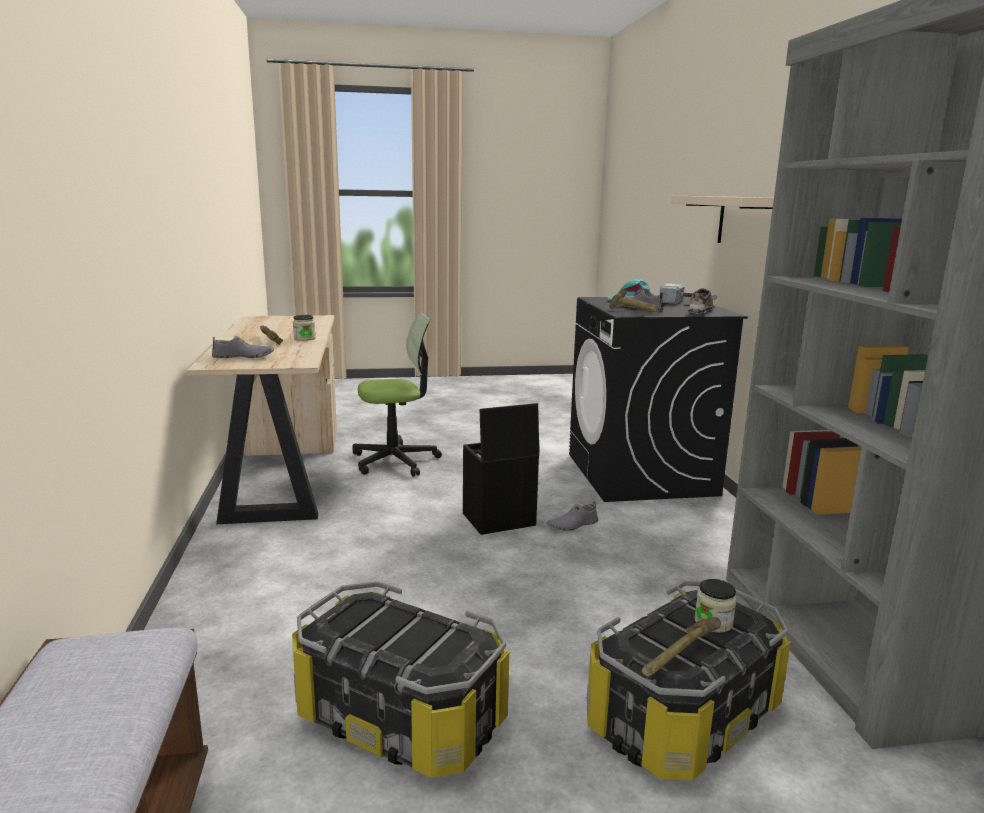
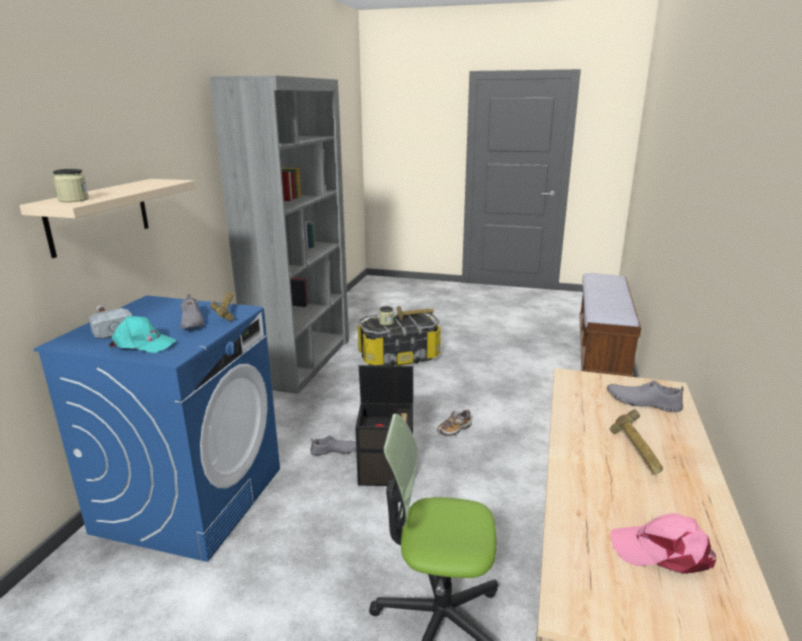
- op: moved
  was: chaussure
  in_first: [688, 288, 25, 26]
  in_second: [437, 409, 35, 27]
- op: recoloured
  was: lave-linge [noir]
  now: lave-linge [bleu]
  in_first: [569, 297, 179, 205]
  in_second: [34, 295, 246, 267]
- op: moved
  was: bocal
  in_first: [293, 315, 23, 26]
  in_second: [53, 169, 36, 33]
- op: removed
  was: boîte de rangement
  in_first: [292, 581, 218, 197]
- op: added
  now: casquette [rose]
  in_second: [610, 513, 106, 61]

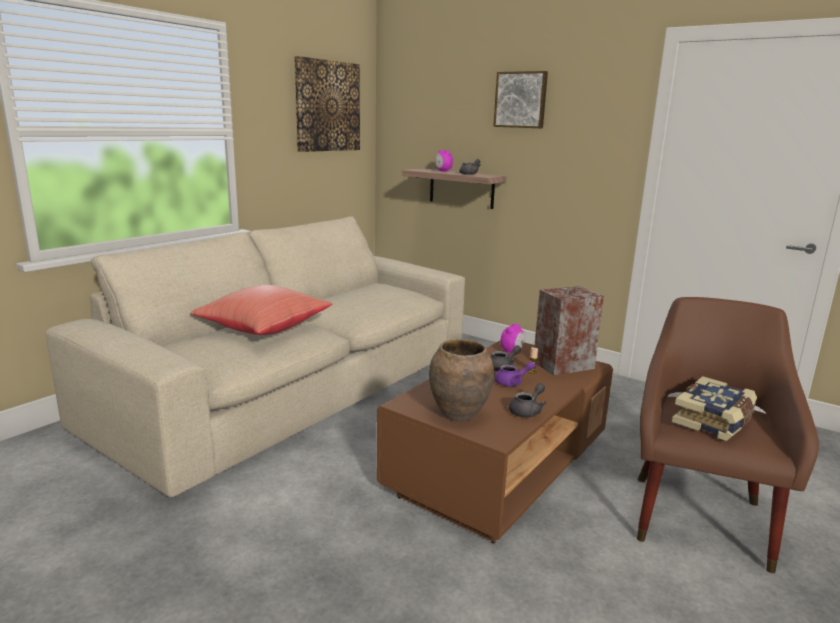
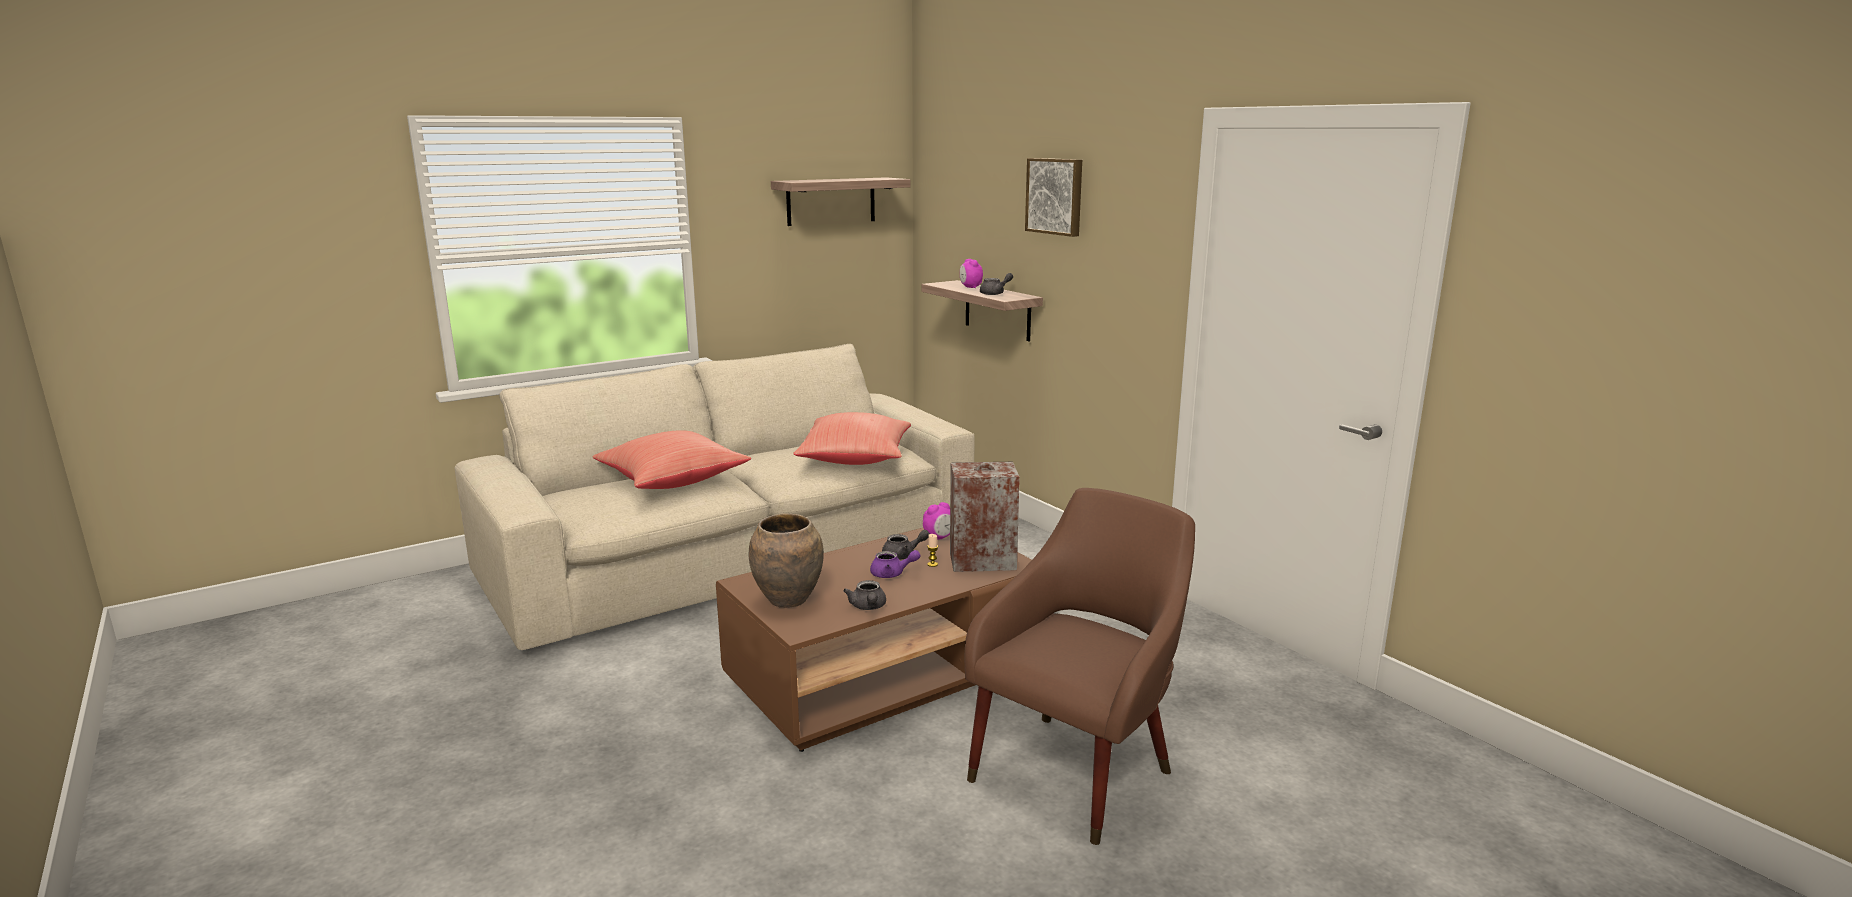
- op: replaced
  was: tableau
  now: étagère
  in_first: [294, 56, 66, 96]
  in_second: [771, 177, 139, 49]
- op: removed
  was: livre
  in_first: [672, 376, 85, 65]
- op: turned
  was: théière [gris]
  in_first: [509, 383, 37, 34]
  in_second: [843, 580, 43, 30]
  clockwise: 105
- op: added
  now: coussin [rouge]
  in_second: [793, 412, 118, 53]

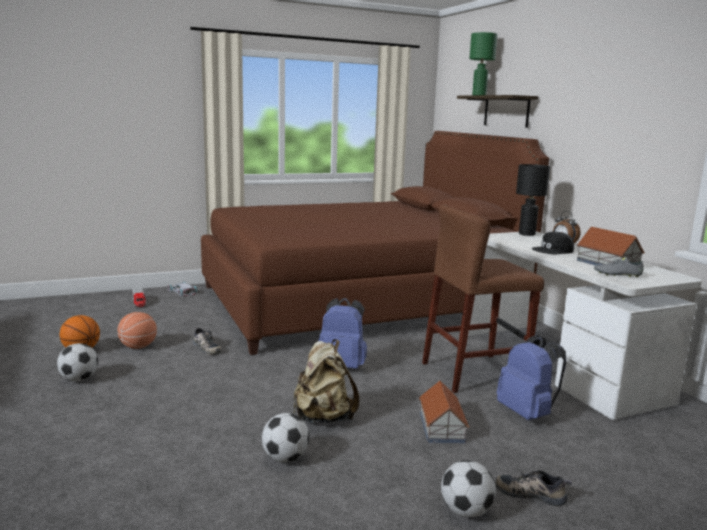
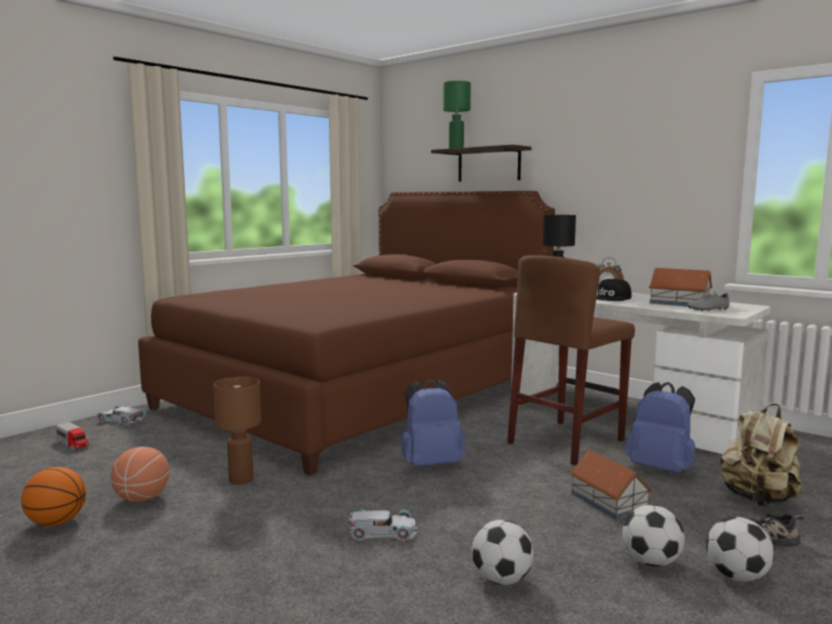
- op: replaced
  was: chaussure
  now: lampe de table [marron]
  in_first: [193, 326, 29, 29]
  in_second: [214, 377, 47, 108]
- op: moved
  was: sac à dos [beige]
  in_first: [294, 339, 65, 84]
  in_second: [720, 404, 82, 102]
- op: moved
  was: ballon de foot
  in_first: [57, 343, 41, 38]
  in_second: [622, 505, 63, 62]
- op: added
  now: petite voiture [blanc]
  in_second: [349, 509, 69, 32]

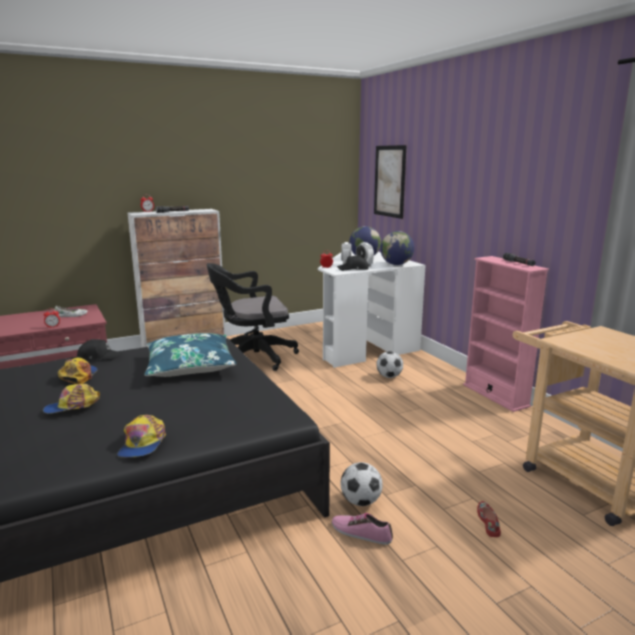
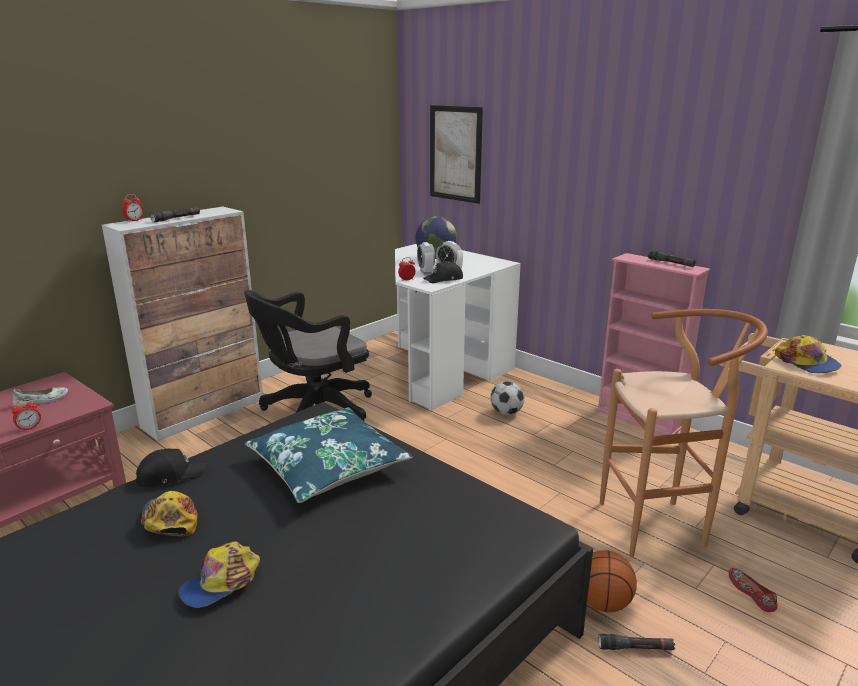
- op: removed
  was: globe
  in_first: [380, 231, 34, 34]
- op: moved
  was: casquette
  in_first: [117, 415, 49, 43]
  in_second: [775, 335, 67, 38]
- op: replaced
  was: ballon de foot
  now: ballon de basket
  in_first: [341, 462, 42, 44]
  in_second: [587, 550, 50, 62]
- op: replaced
  was: chaussure
  now: lampe de poche [noir]
  in_first: [332, 513, 61, 32]
  in_second: [598, 634, 77, 16]
- op: added
  now: tabouret [marron]
  in_second: [600, 309, 168, 248]

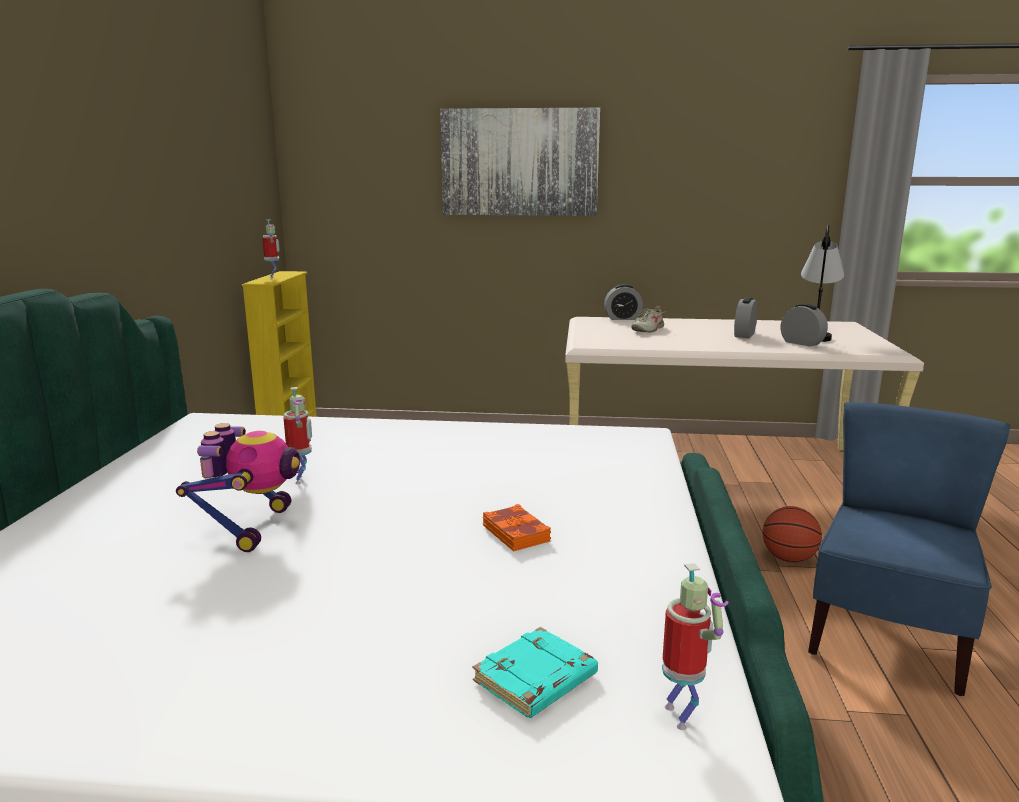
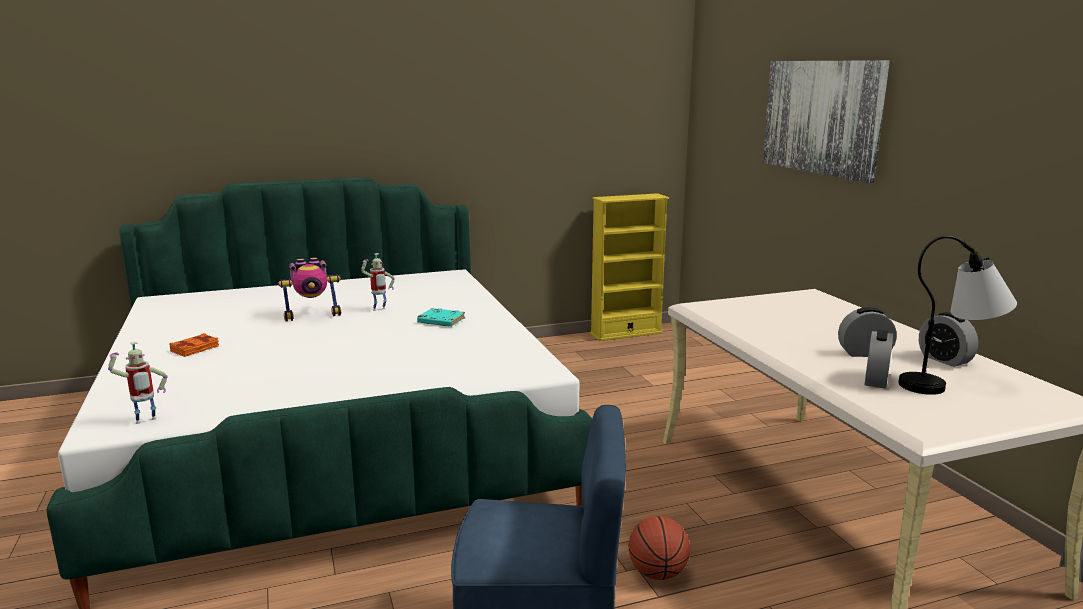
- op: removed
  was: robot jouet
  in_first: [262, 220, 18, 59]
- op: moved
  was: réveil
  in_first: [604, 284, 39, 36]
  in_second: [919, 312, 59, 55]
- op: removed
  was: chaussure [beige]
  in_first: [631, 307, 36, 25]
- op: moved
  was: livre [orange]
  in_first: [483, 504, 68, 47]
  in_second: [169, 333, 50, 24]
- op: moved
  was: livre [turquoise]
  in_first: [472, 627, 126, 91]
  in_second: [417, 308, 48, 19]

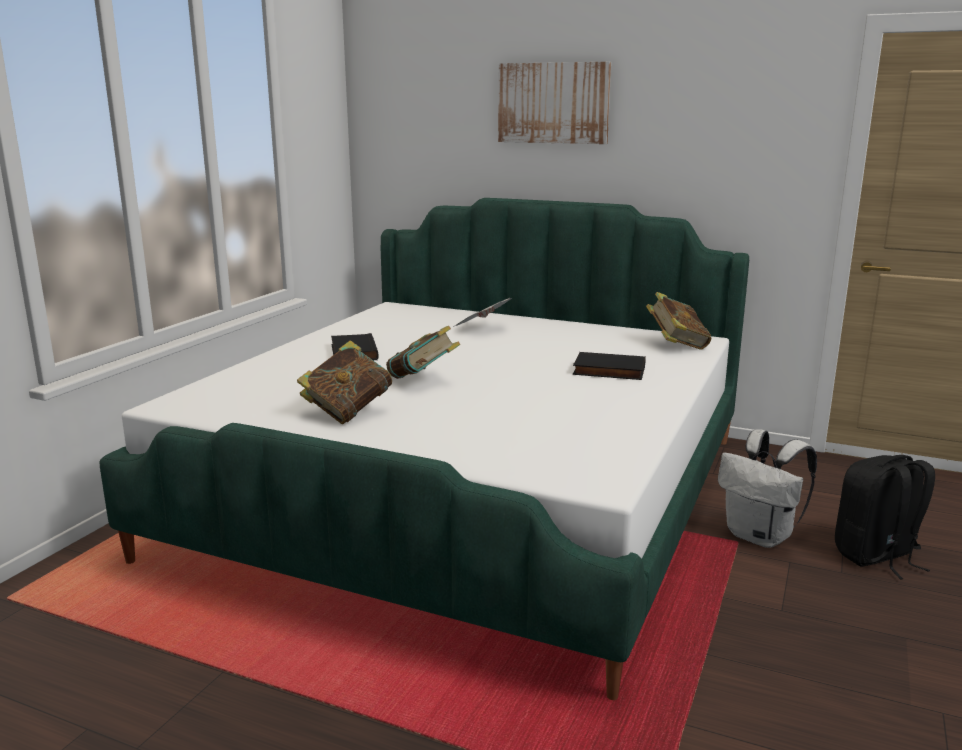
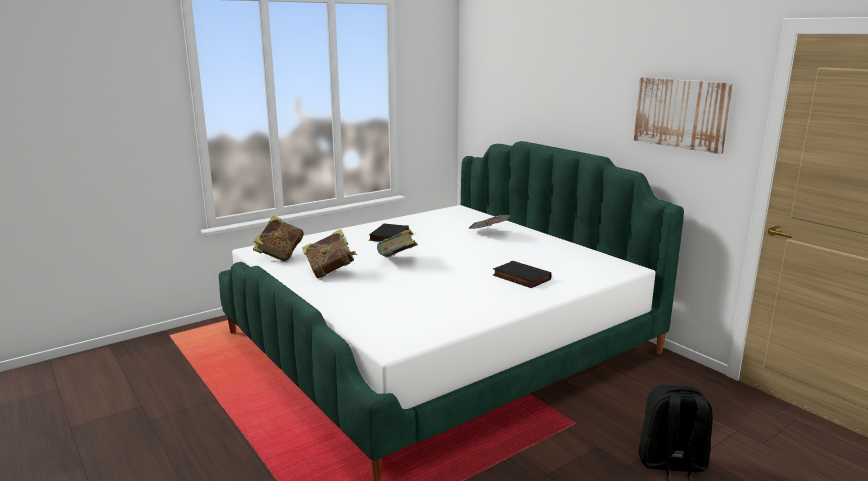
- op: moved
  was: tableau
  in_first: [498, 62, 113, 82]
  in_second: [634, 77, 99, 77]
- op: moved
  was: livre
  in_first: [646, 292, 65, 58]
  in_second: [253, 216, 51, 46]
- op: removed
  was: sac à dos [blanc]
  in_first: [718, 429, 99, 119]

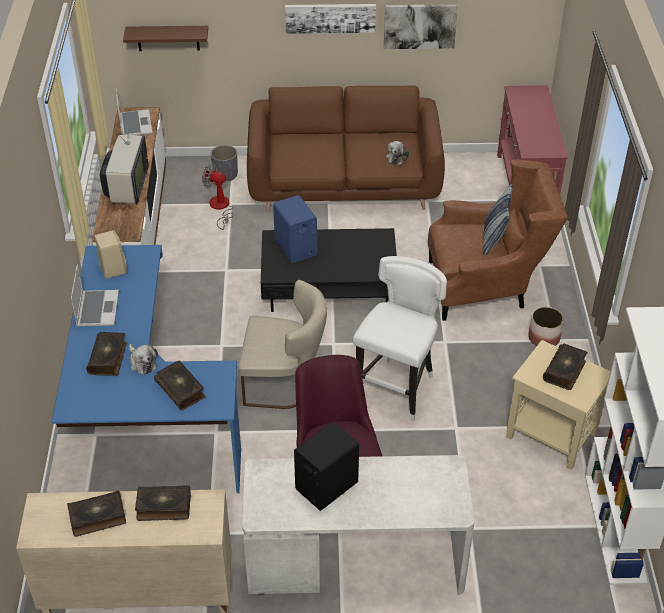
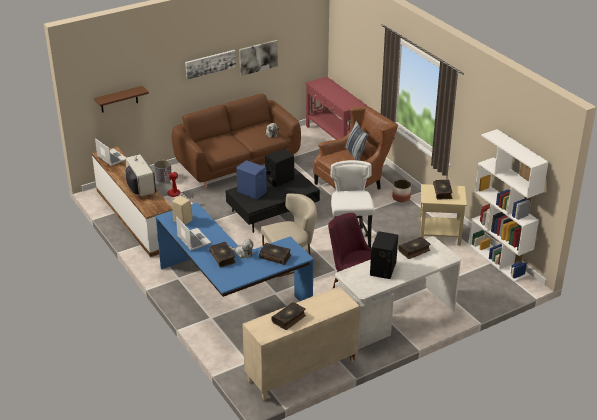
- op: moved
  was: livre
  in_first: [135, 485, 56, 36]
  in_second: [398, 237, 33, 22]
- op: added
  now: enceinte [noir]
  in_second: [265, 148, 29, 39]

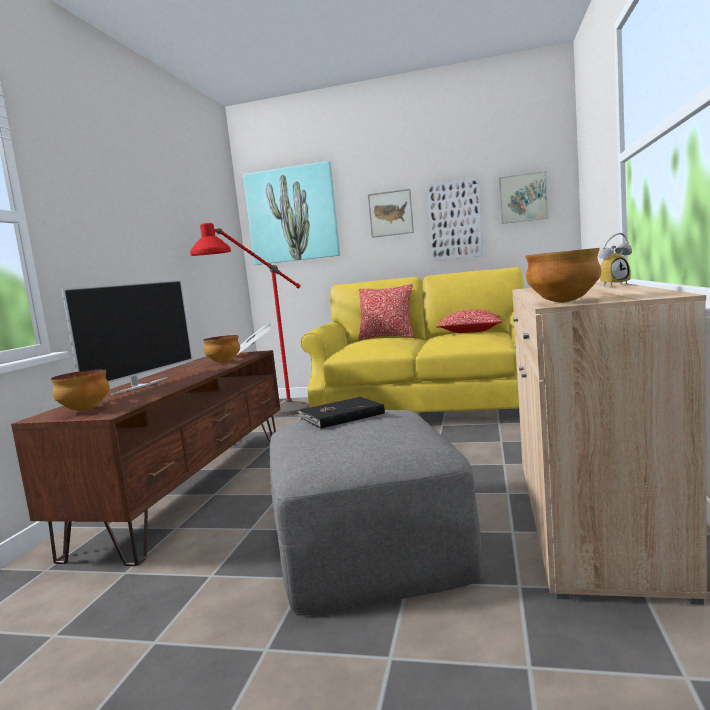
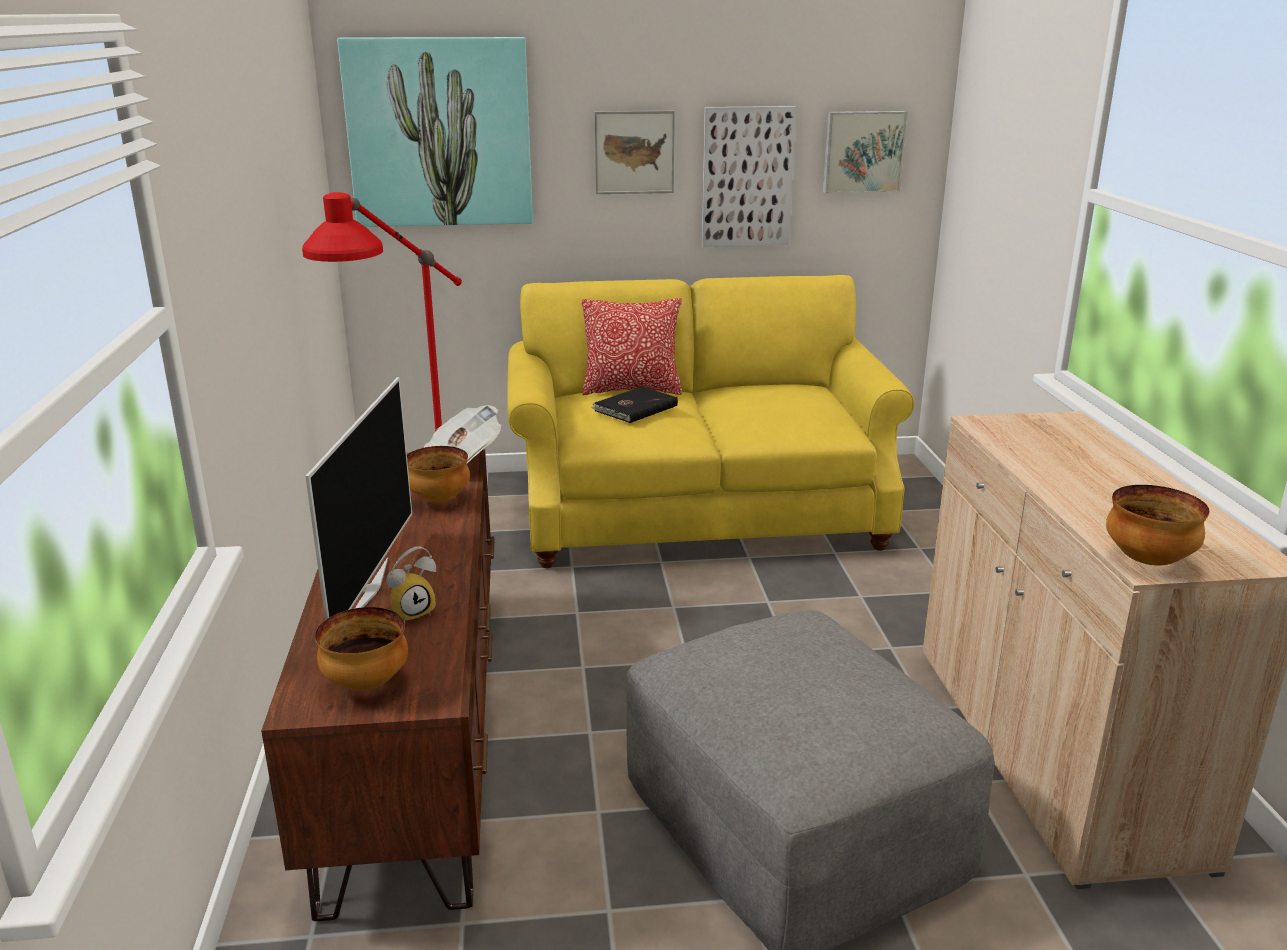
- op: moved
  was: réveil
  in_first: [598, 233, 34, 54]
  in_second: [387, 546, 49, 78]
- op: removed
  was: coussin
  in_first: [436, 309, 66, 24]
- op: moved
  was: livre [noir]
  in_first: [298, 397, 87, 31]
  in_second: [591, 387, 87, 36]

